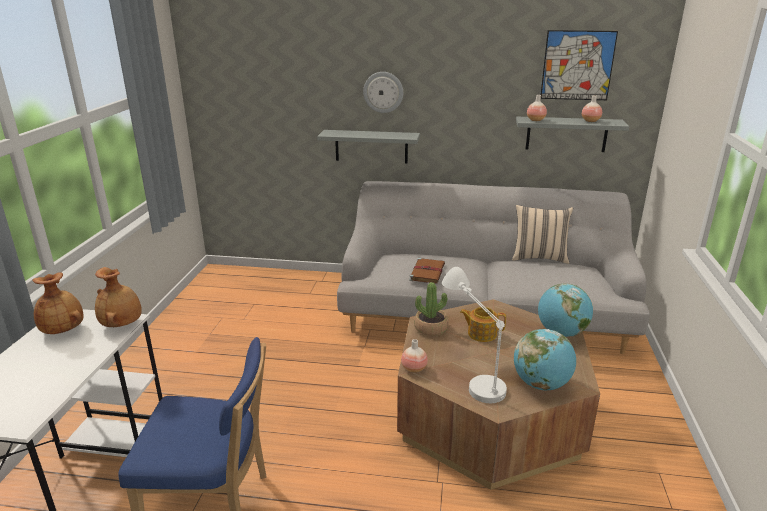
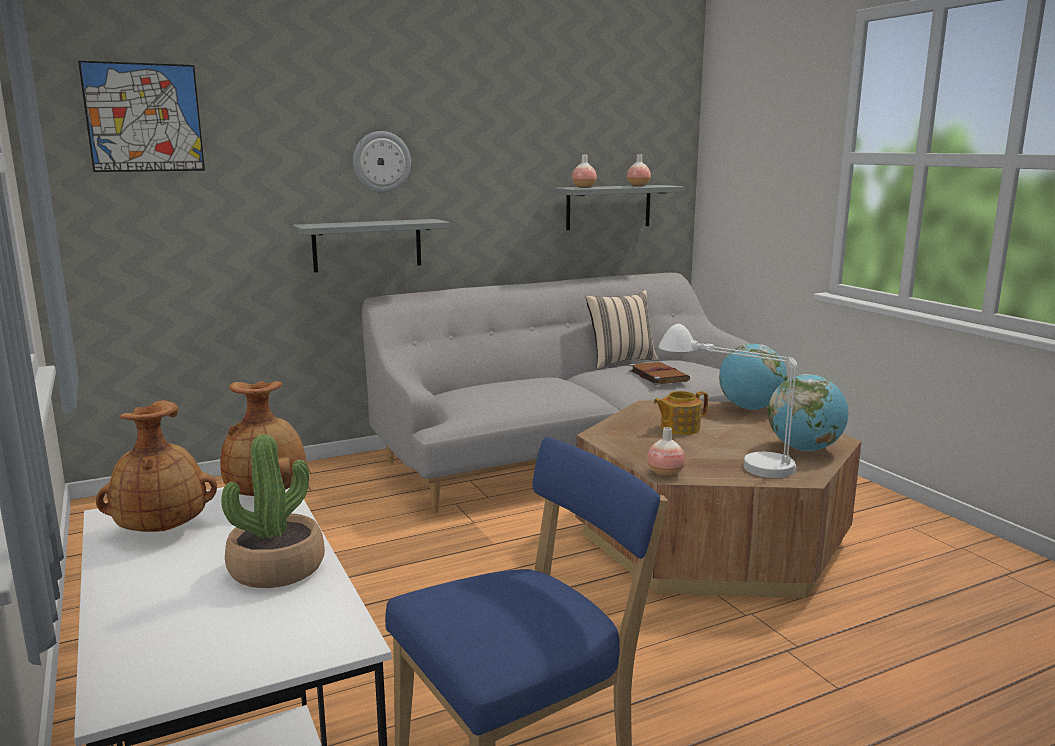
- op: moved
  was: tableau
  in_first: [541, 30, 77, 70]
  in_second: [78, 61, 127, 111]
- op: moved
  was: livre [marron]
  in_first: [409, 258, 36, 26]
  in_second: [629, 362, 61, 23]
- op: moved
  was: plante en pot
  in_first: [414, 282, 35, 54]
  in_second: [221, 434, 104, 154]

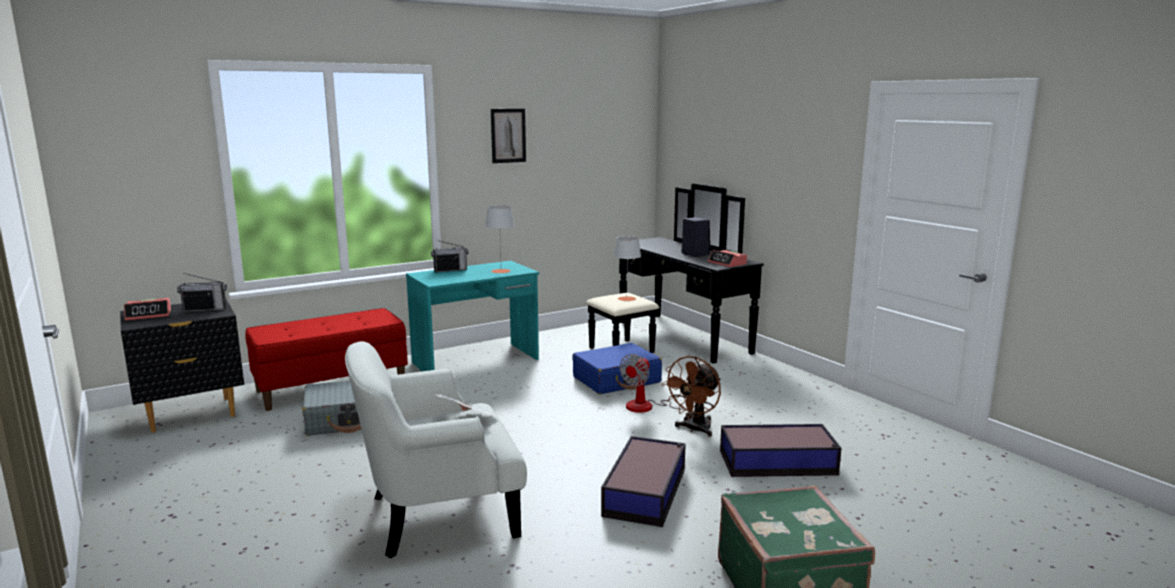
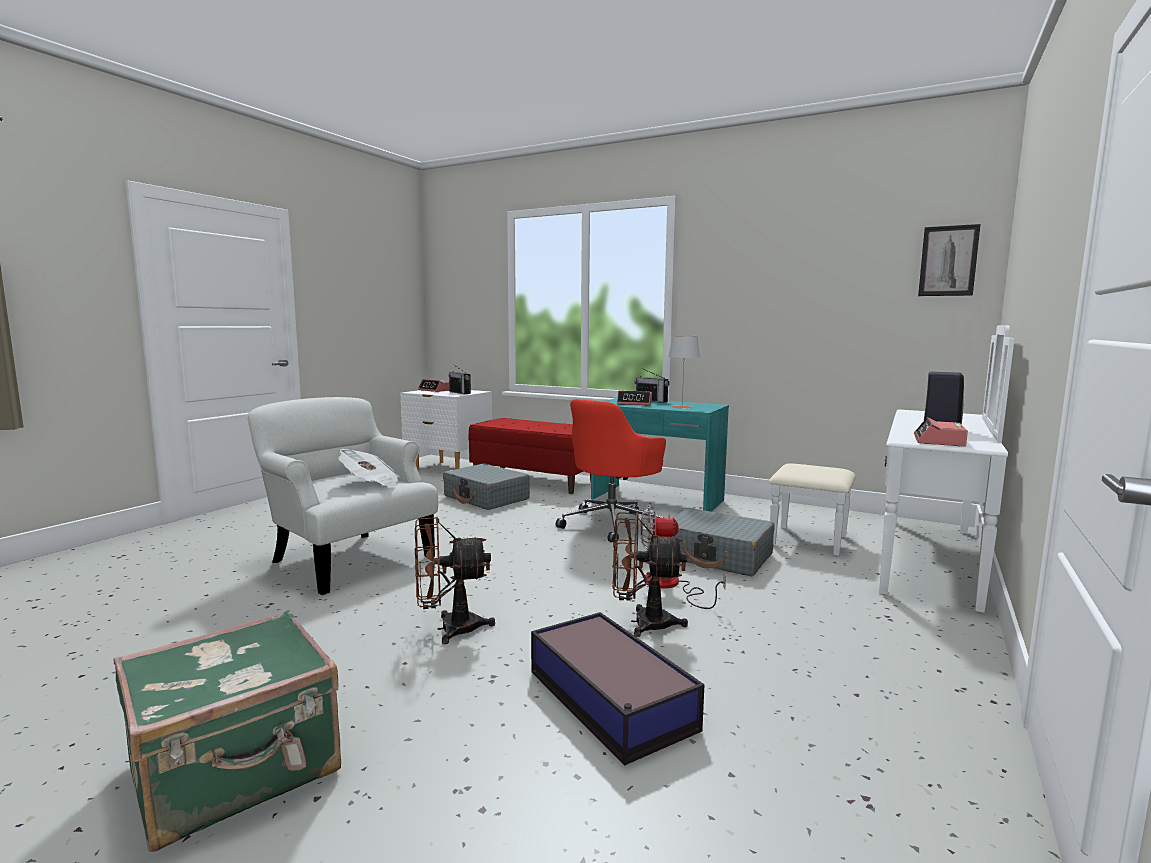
- op: moved
  was: tableau
  in_first: [491, 109, 35, 54]
  in_second: [918, 224, 63, 72]
- op: recoloured
  was: commode [noir]
  now: commode [blanc]
  in_first: [586, 183, 178, 181]
  in_second: [769, 326, 246, 287]
- op: removed
  was: lampe de table [gris]
  in_first: [614, 236, 27, 65]
- op: recoloured
  was: table de chevet [noir]
  now: table de chevet [blanc]
  in_first: [120, 299, 124, 134]
  in_second: [400, 390, 92, 80]
- op: recoloured
  was: valise [bleu]
  now: valise [gris]
  in_first: [572, 343, 90, 51]
  in_second: [673, 508, 101, 69]
- op: replaced
  was: boîte de rangement
  now: ventilateur [marron]
  in_first: [601, 436, 85, 91]
  in_second: [415, 517, 80, 127]
- op: added
  now: réveil
  in_second: [617, 391, 35, 14]
- op: added
  now: chaise de bureau [rouge]
  in_second: [556, 399, 110, 144]

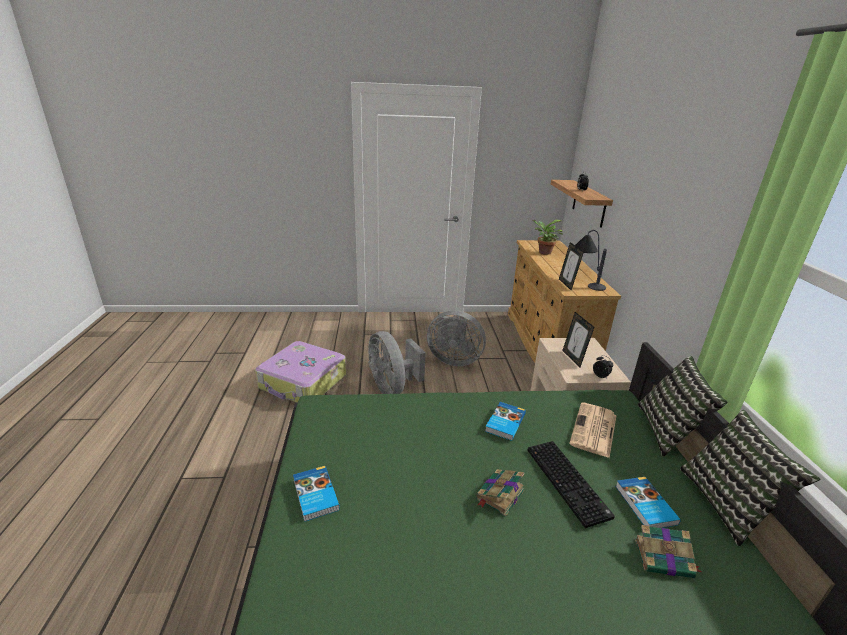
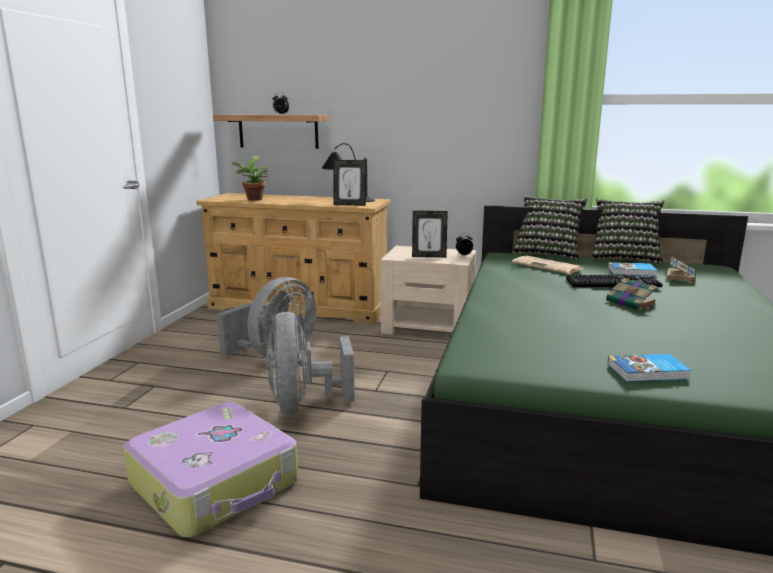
- op: turned
  was: ventilateur [gris]
  in_first: [368, 331, 58, 63]
  in_second: [266, 312, 89, 102]
  clockwise: 90
- op: removed
  was: livre
  in_first: [485, 402, 41, 39]

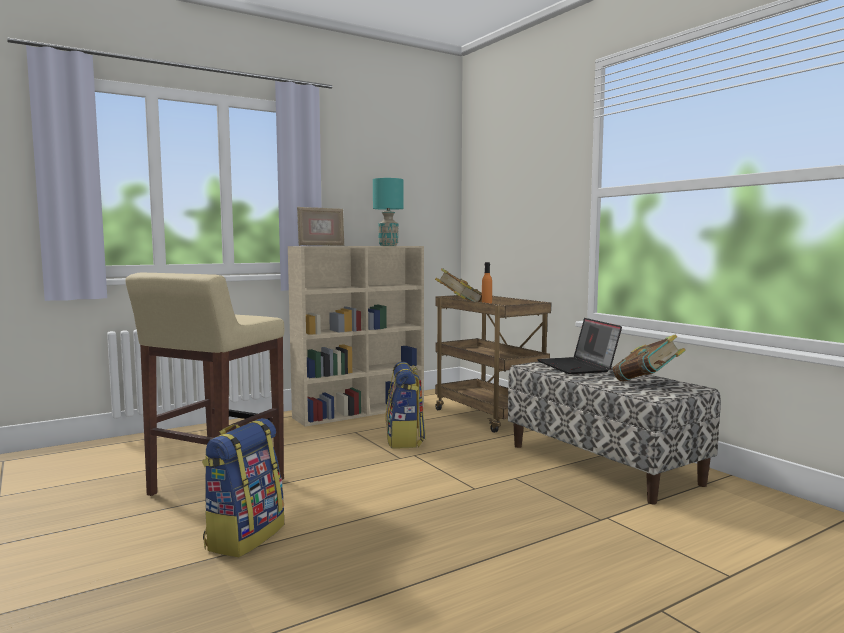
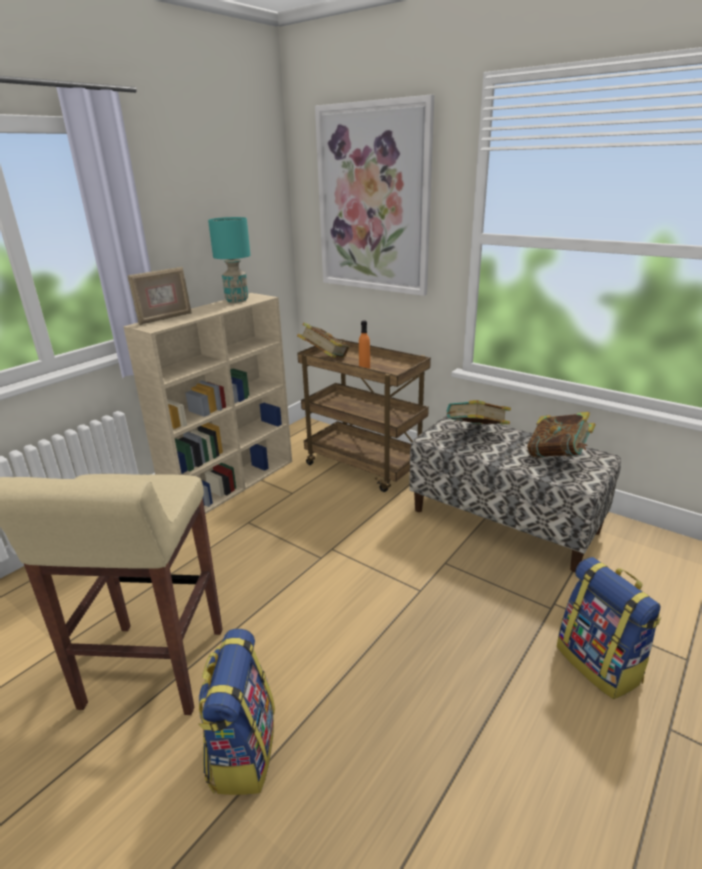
- op: replaced
  was: ordinateur portable
  now: livre
  in_first: [537, 318, 85, 56]
  in_second: [447, 400, 64, 25]
- op: moved
  was: sac à dos
  in_first: [386, 362, 40, 86]
  in_second: [556, 557, 105, 143]
- op: added
  now: tableau
  in_second: [315, 95, 119, 201]

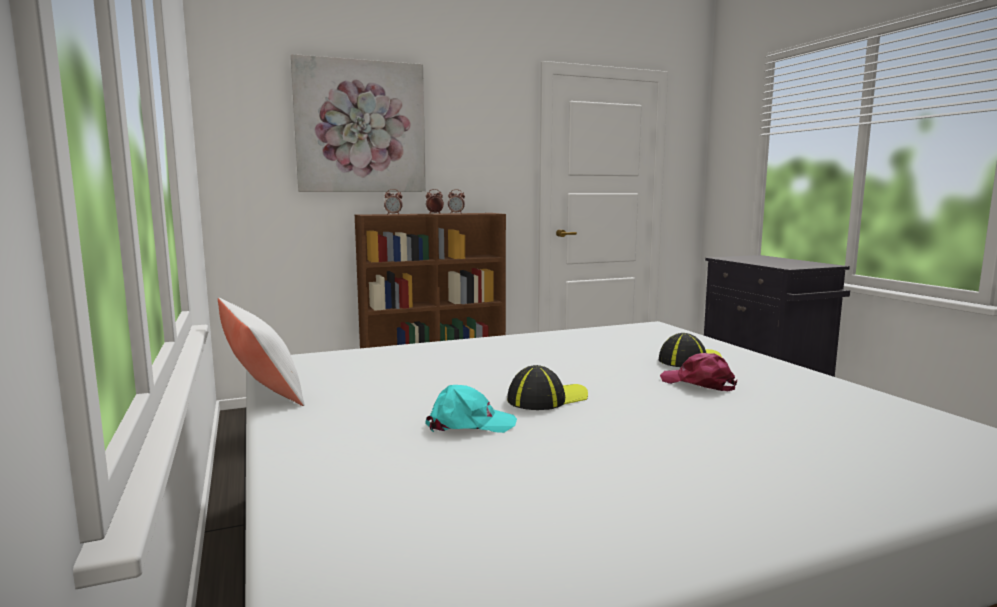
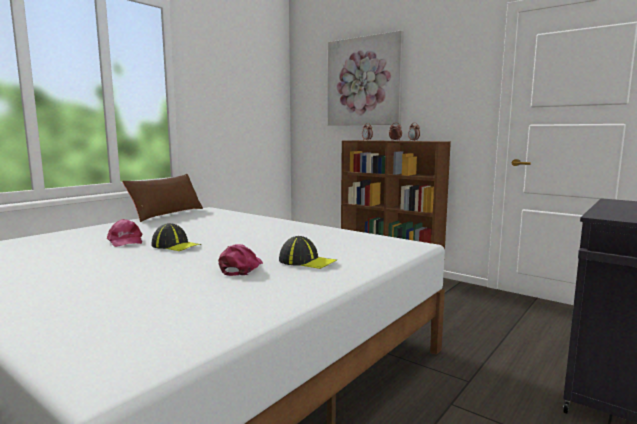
- op: recoloured
  was: coussin [blanc]
  now: coussin [marron]
  in_first: [218, 298, 86, 108]
  in_second: [122, 174, 81, 48]
- op: recoloured
  was: casquette [turquoise]
  now: casquette [rose]
  in_first: [425, 385, 92, 48]
  in_second: [107, 219, 35, 28]

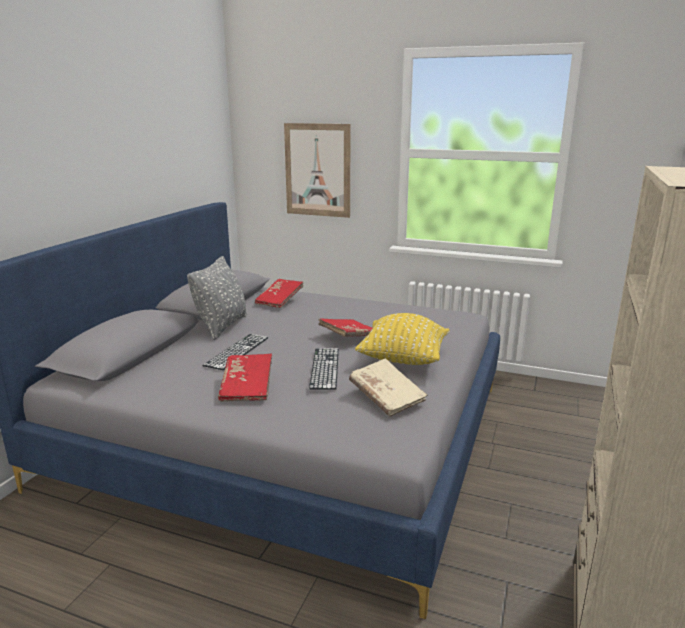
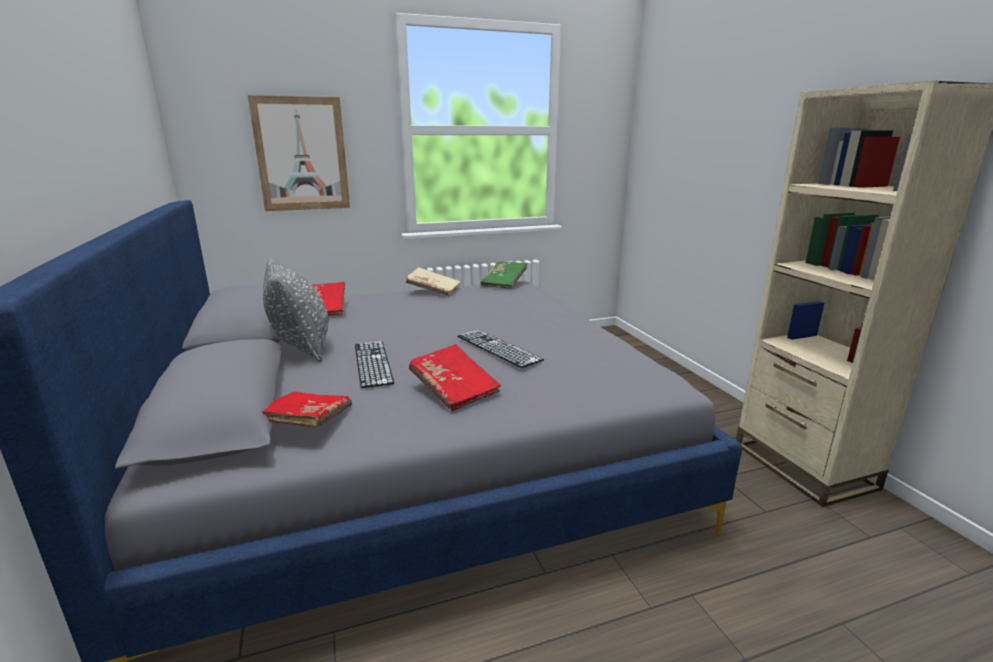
- op: removed
  was: coussin [jaune]
  in_first: [355, 313, 95, 52]
- op: moved
  was: livre [rouge]
  in_first: [318, 318, 55, 19]
  in_second: [261, 392, 91, 36]
- op: moved
  was: livre [beige]
  in_first: [349, 358, 78, 59]
  in_second: [406, 267, 55, 29]
- op: added
  now: livre [vert]
  in_second: [480, 261, 48, 28]

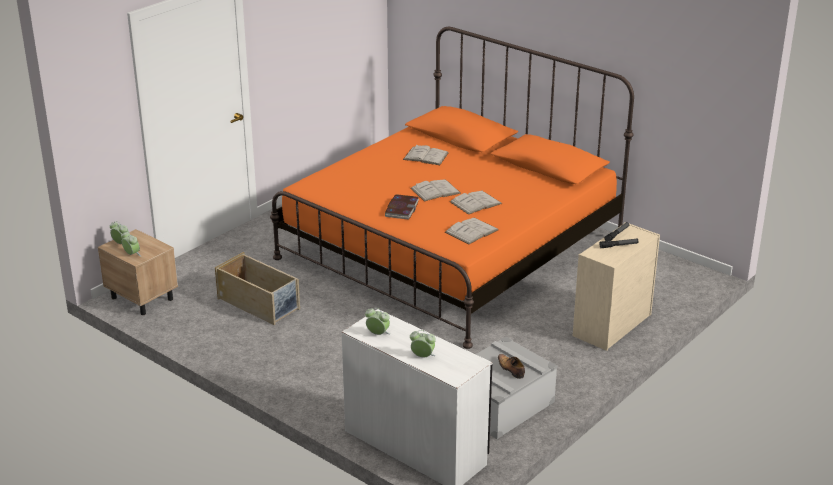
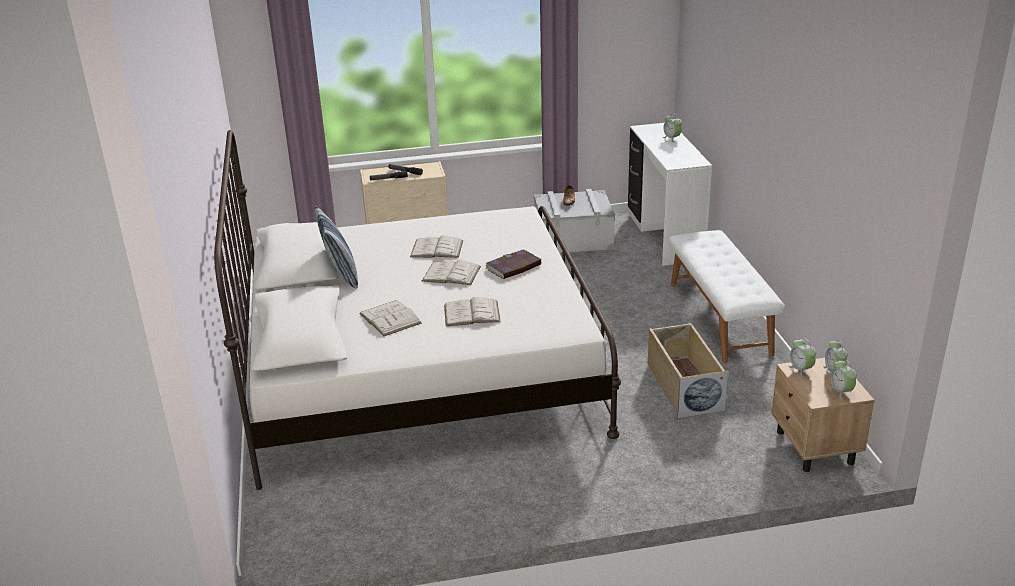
- op: recoloured
  was: lit [orange]
  now: lit [blanc]
  in_first: [270, 27, 364, 322]
  in_second: [214, 130, 407, 360]
- op: moved
  was: livre [blanc]
  in_first: [445, 218, 54, 26]
  in_second: [444, 297, 57, 29]
- op: moved
  was: réveil
  in_first: [365, 308, 25, 27]
  in_second: [788, 338, 28, 40]
- op: added
  now: coussin
  in_second: [315, 206, 43, 82]
- op: added
  now: banc [blanc]
  in_second: [669, 230, 116, 133]

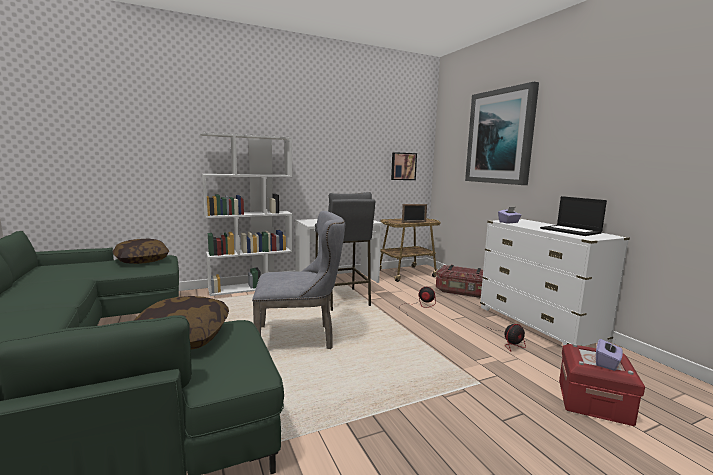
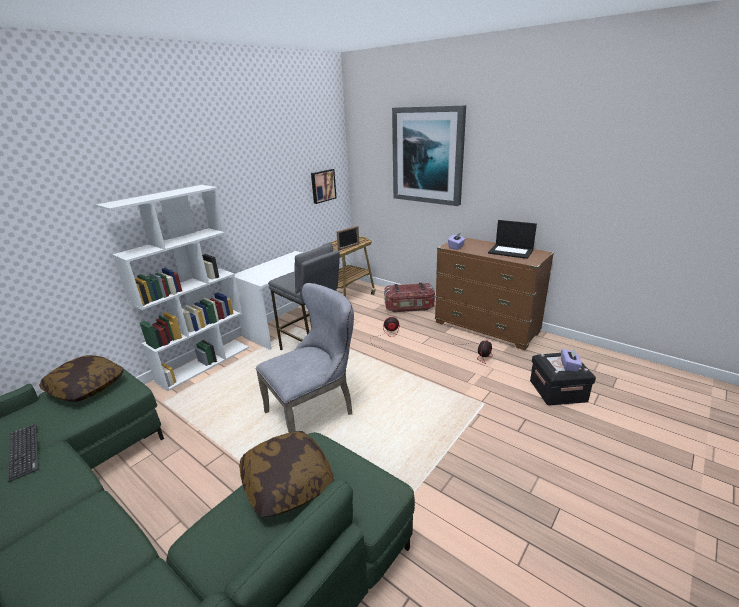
- op: recoloured
  was: commode [blanc]
  now: commode [marron]
  in_first: [480, 219, 150, 127]
  in_second: [435, 237, 119, 113]
- op: recoloured
  was: boîte de rangement [rouge]
  now: boîte de rangement [noir]
  in_first: [559, 344, 86, 82]
  in_second: [530, 353, 66, 53]
- op: added
  now: clavier
  in_second: [8, 424, 31, 58]

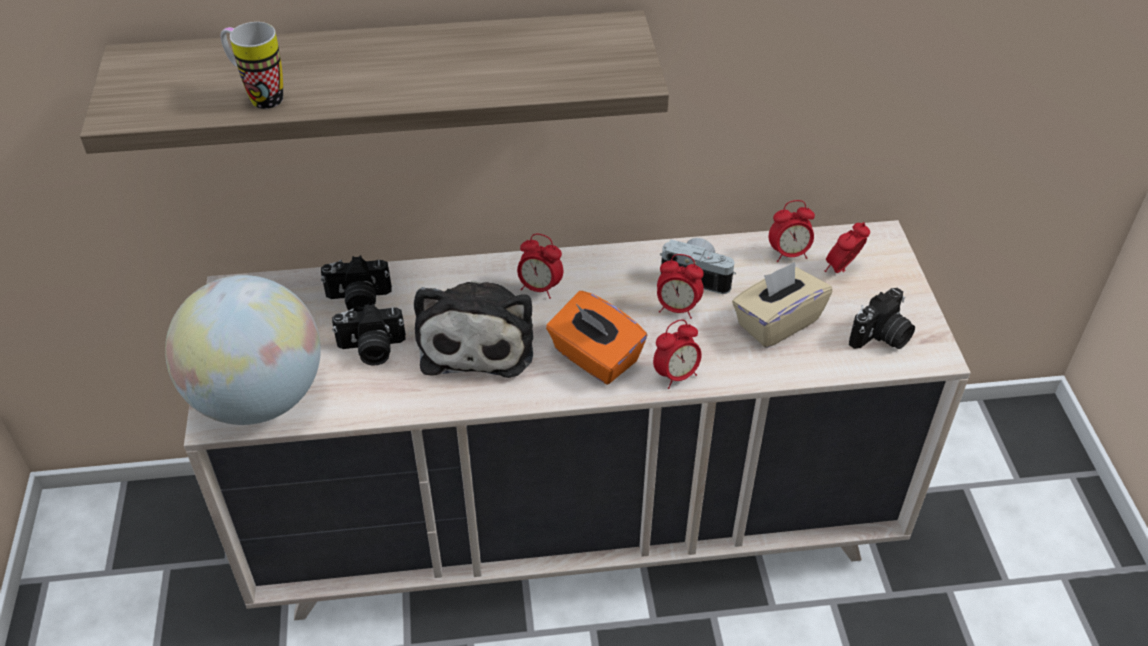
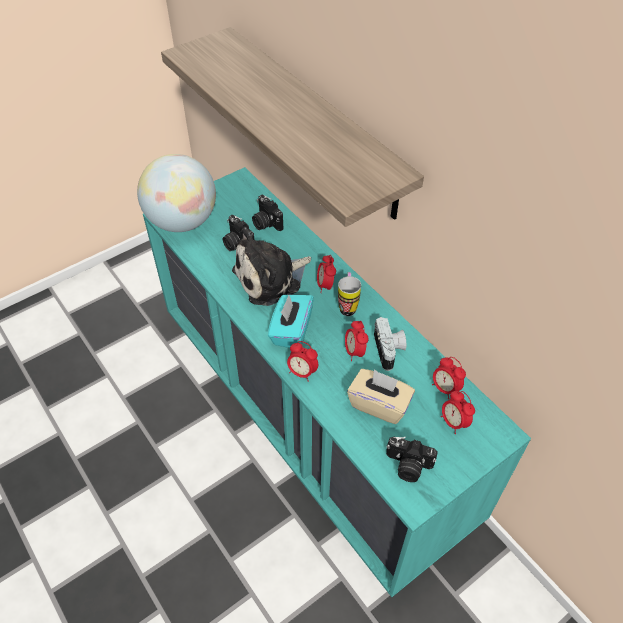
- op: moved
  was: mug
  in_first: [221, 22, 62, 87]
  in_second: [338, 272, 23, 44]
- op: recoloured
  was: commode [beige]
  now: commode [turquoise]
  in_first: [184, 220, 787, 400]
  in_second: [143, 167, 388, 430]
- op: turned
  was: réveil
  in_first: [825, 222, 45, 51]
  in_second: [441, 391, 34, 43]
  clockwise: -135
- op: recoloured
  was: boîte à mouchoirs [orange]
  now: boîte à mouchoirs [turquoise]
  in_first: [546, 291, 101, 93]
  in_second: [268, 295, 46, 53]

